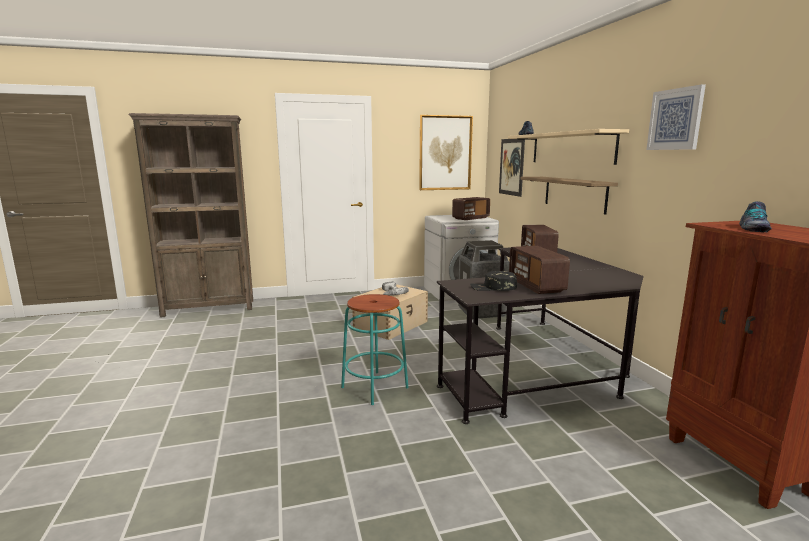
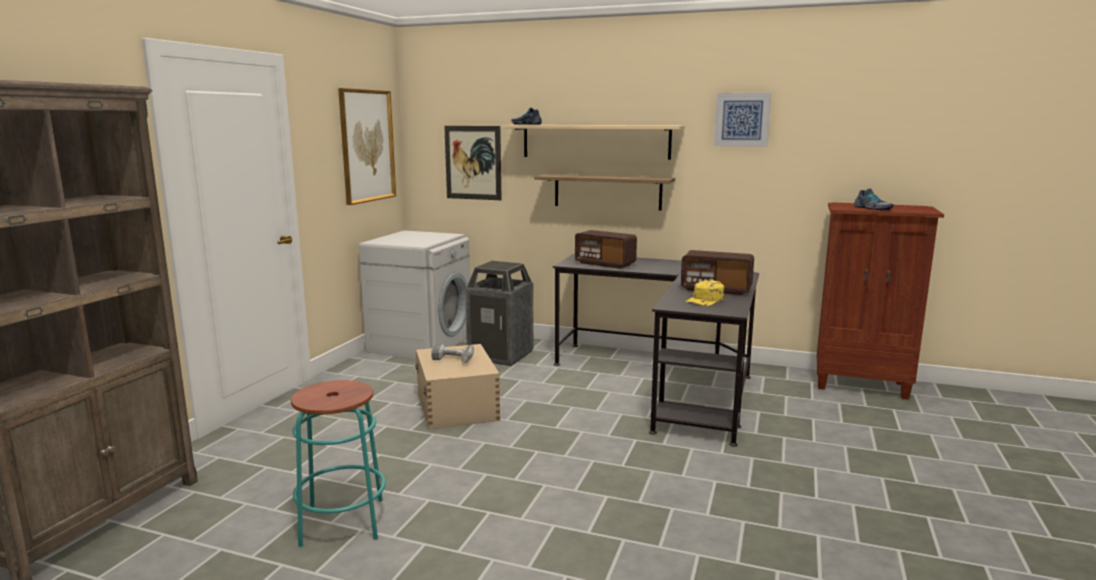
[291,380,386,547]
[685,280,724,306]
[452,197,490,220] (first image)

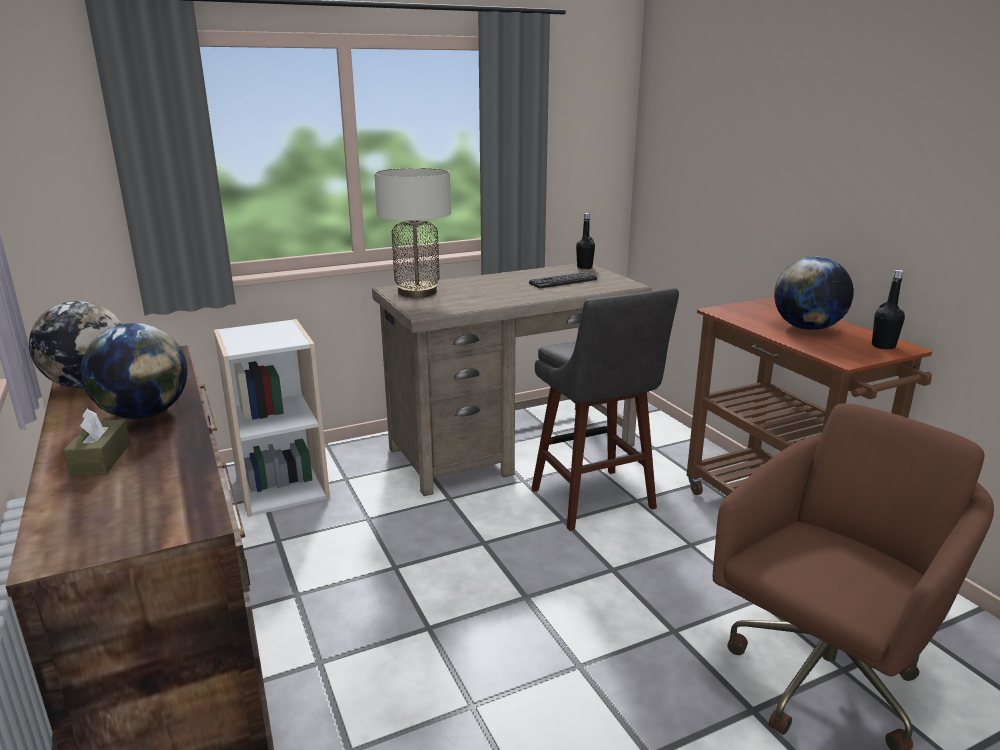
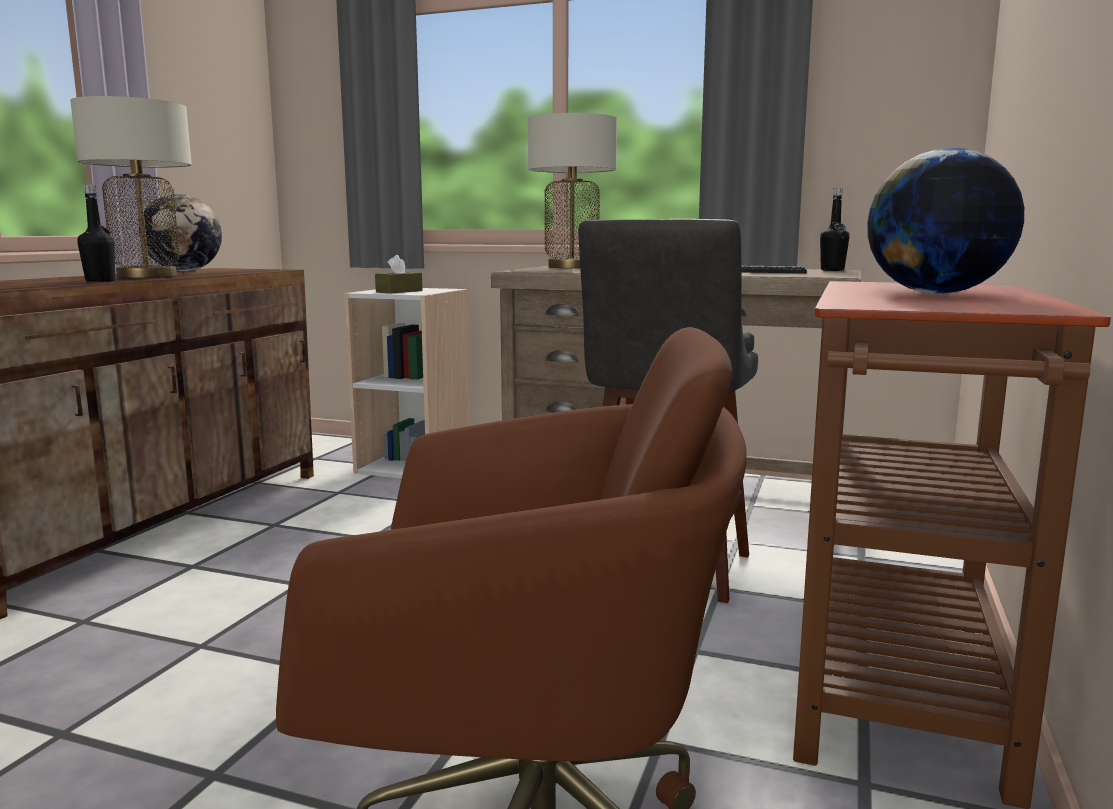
[70,96,192,278]
[77,185,115,282]
[375,255,423,294]

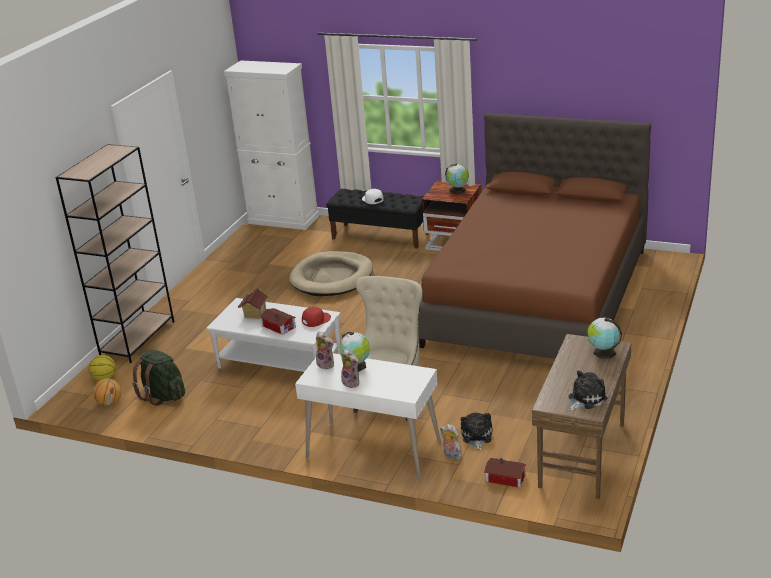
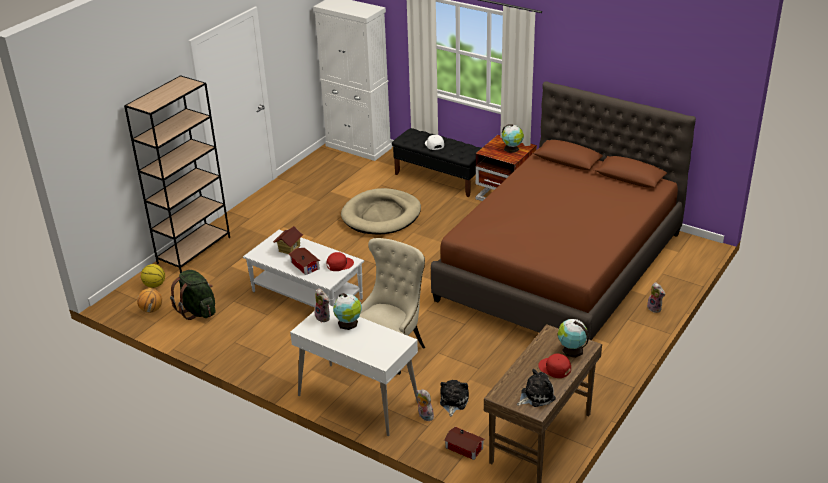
[538,354,571,378]
[647,282,665,313]

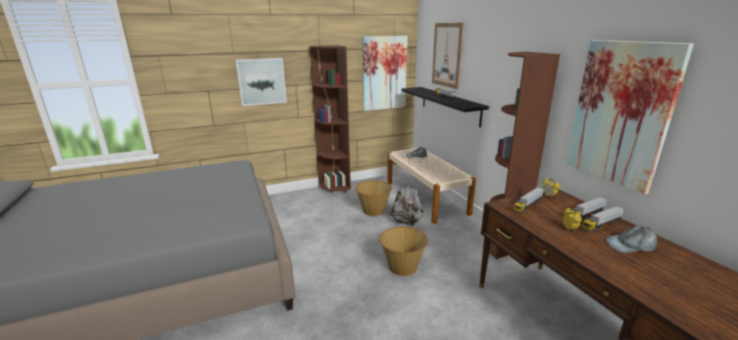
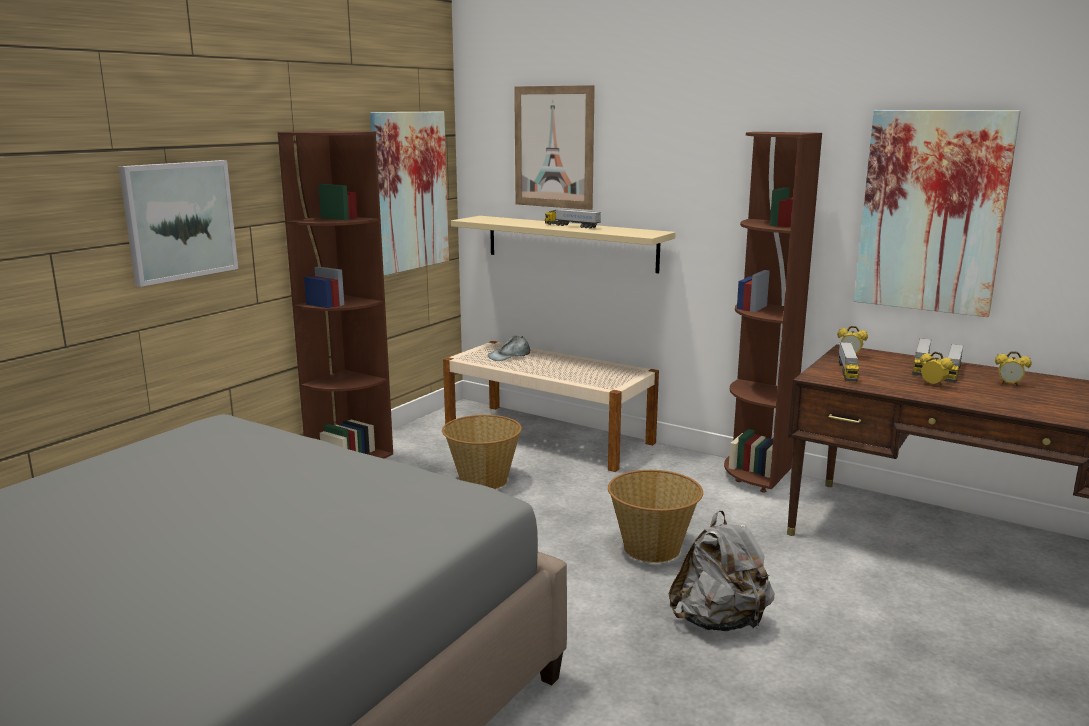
[451,216,676,273]
[669,510,774,631]
[995,351,1032,386]

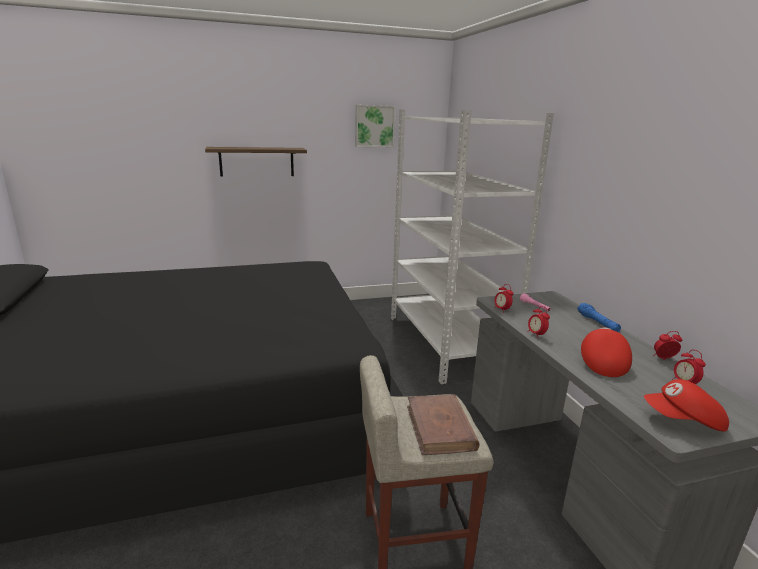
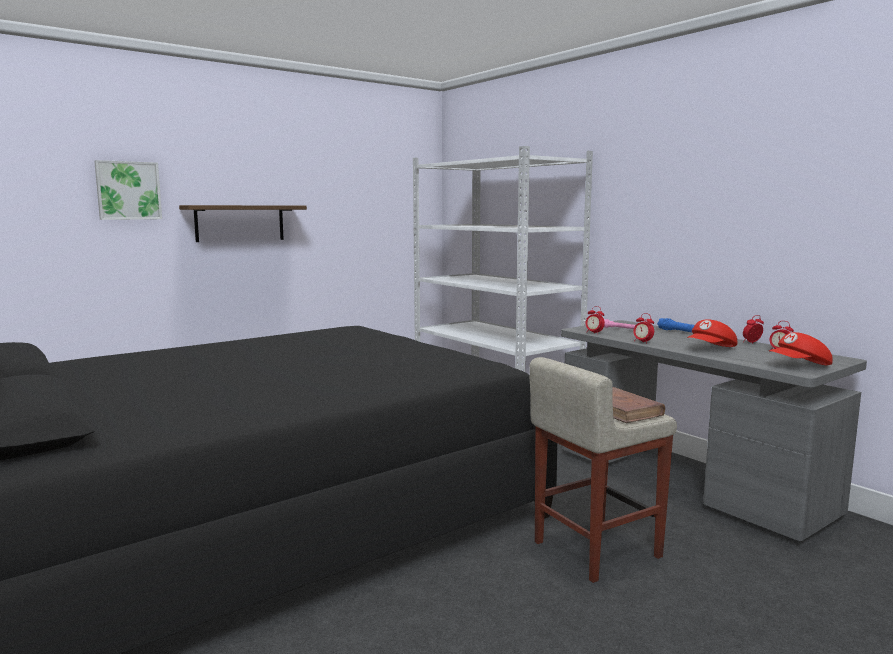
[94,160,162,220]
[687,319,737,347]

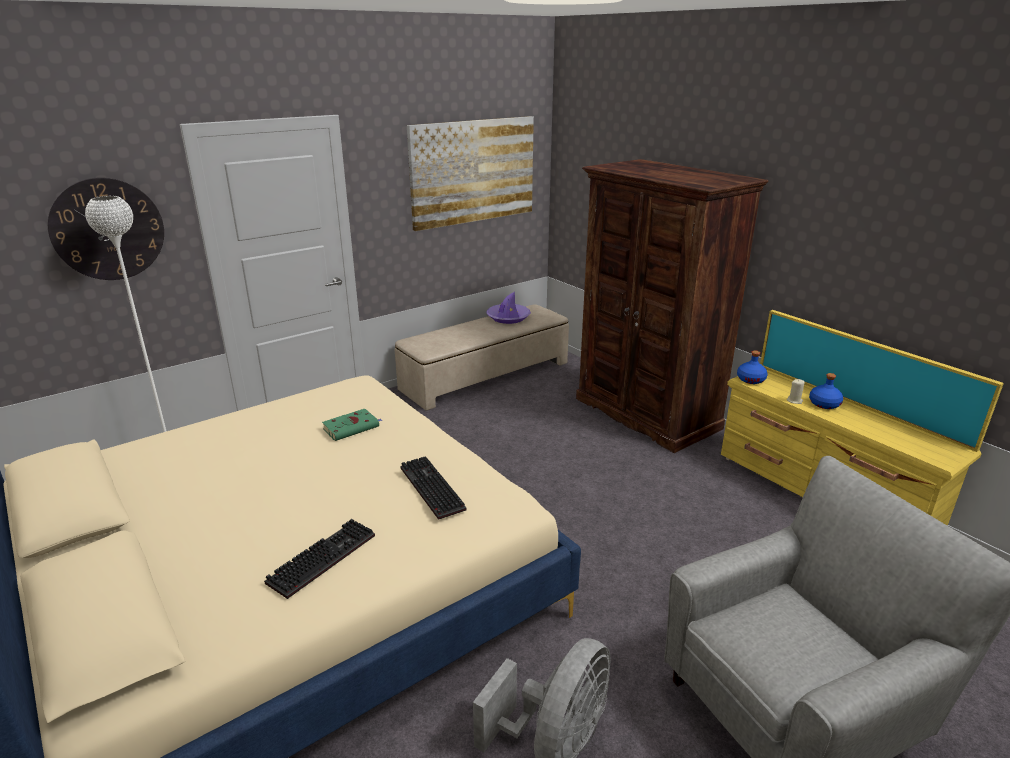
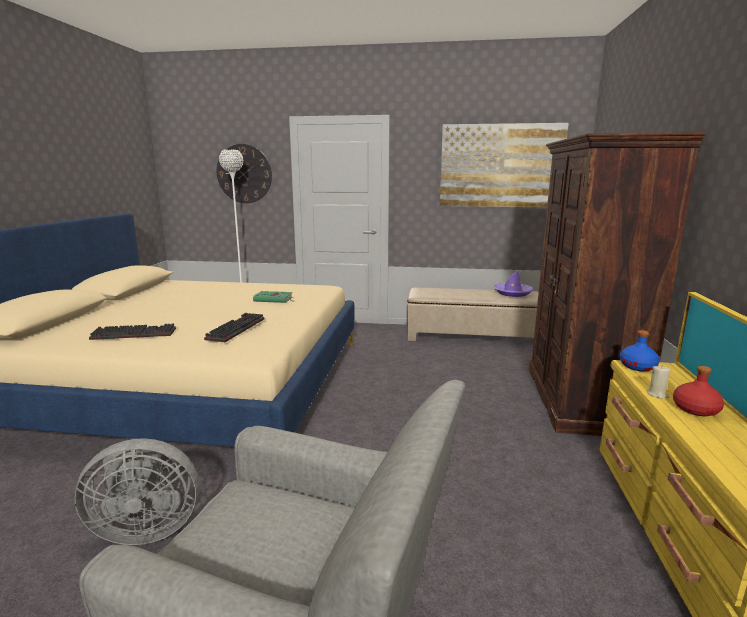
[673,366,724,416]

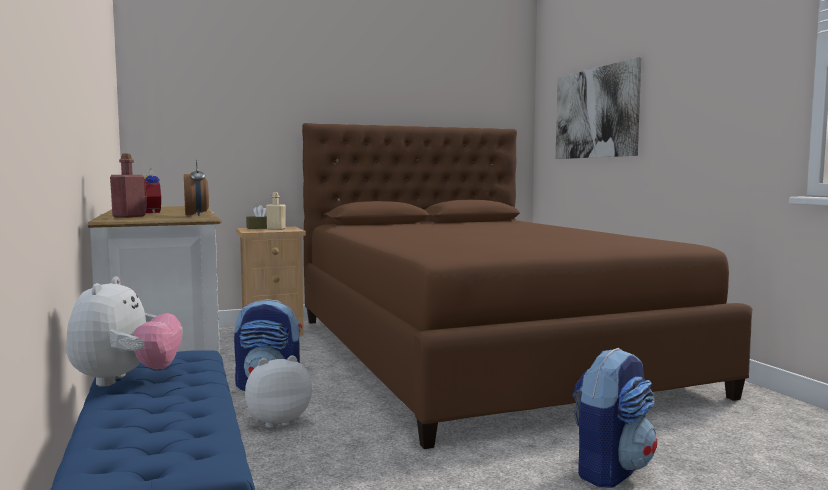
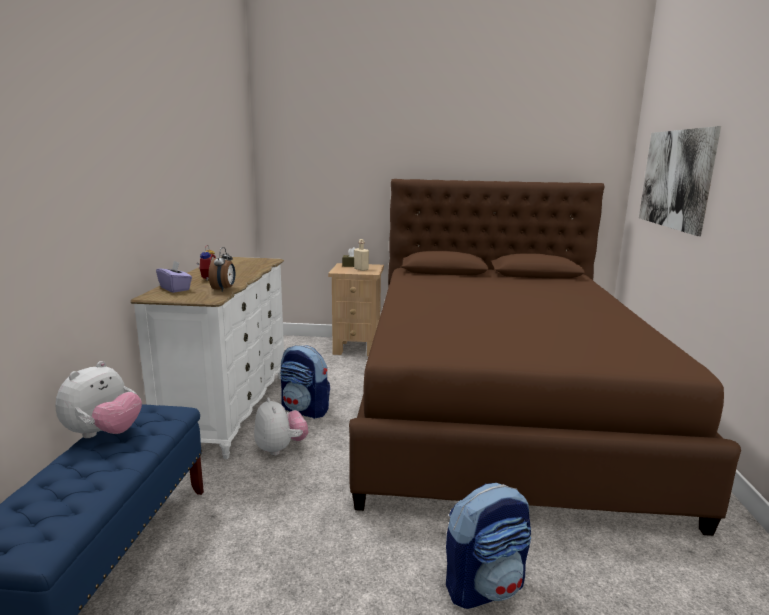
[156,261,192,293]
[254,397,309,456]

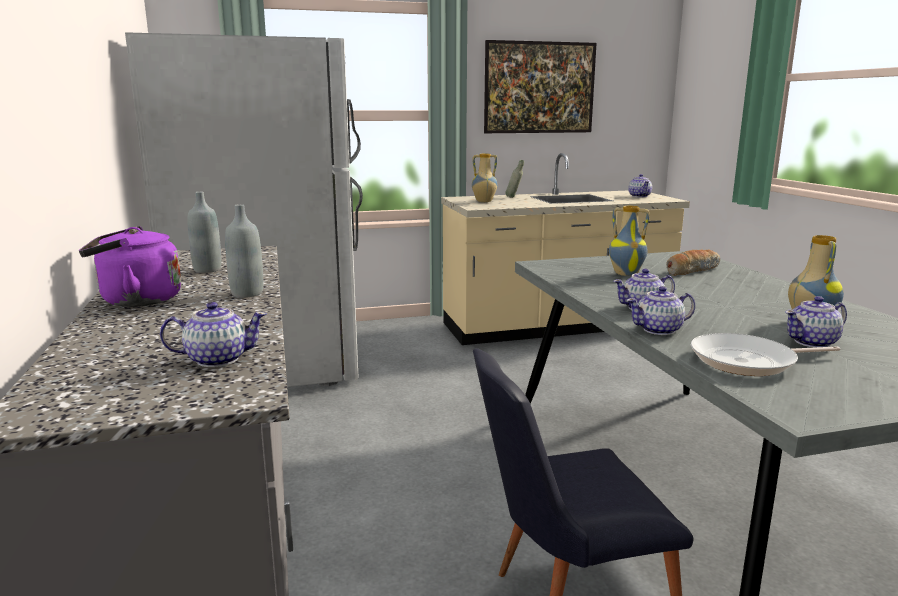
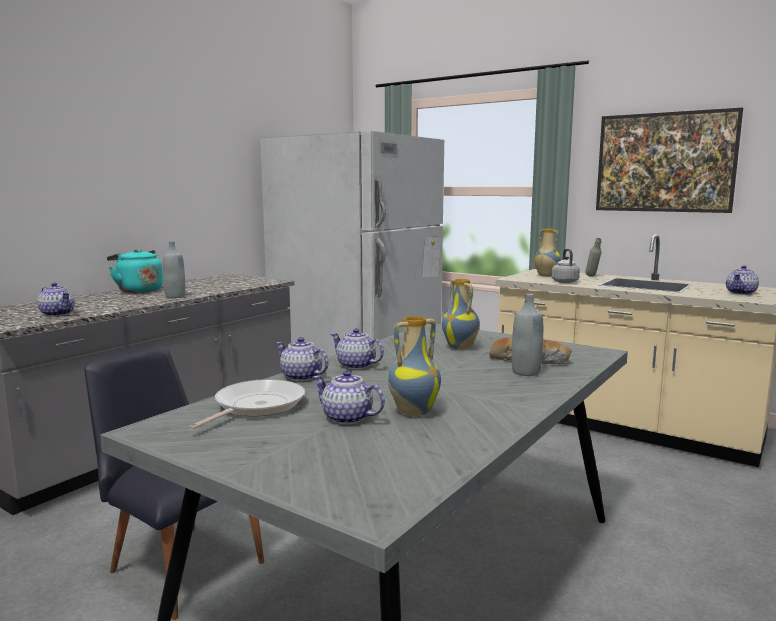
[107,249,163,293]
[189,379,305,430]
[512,294,543,376]
[552,249,580,283]

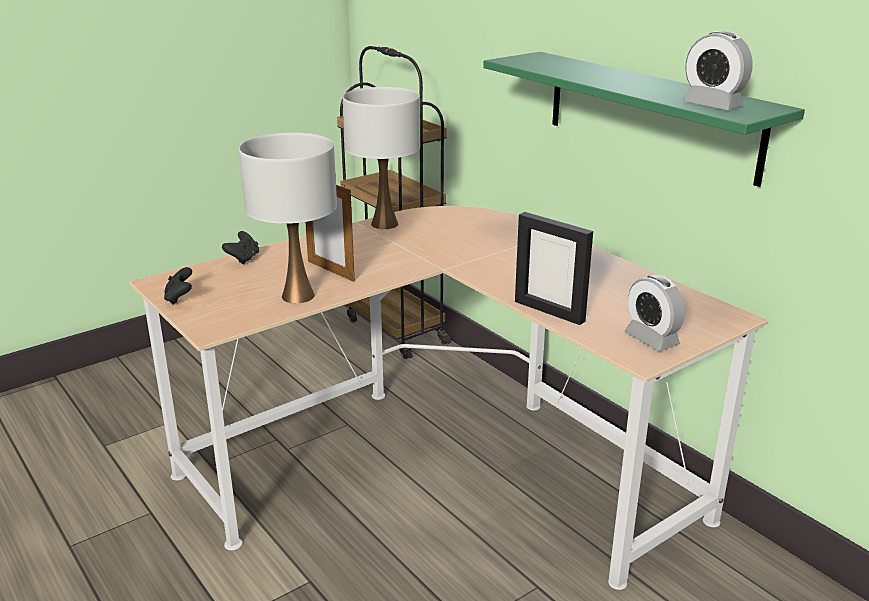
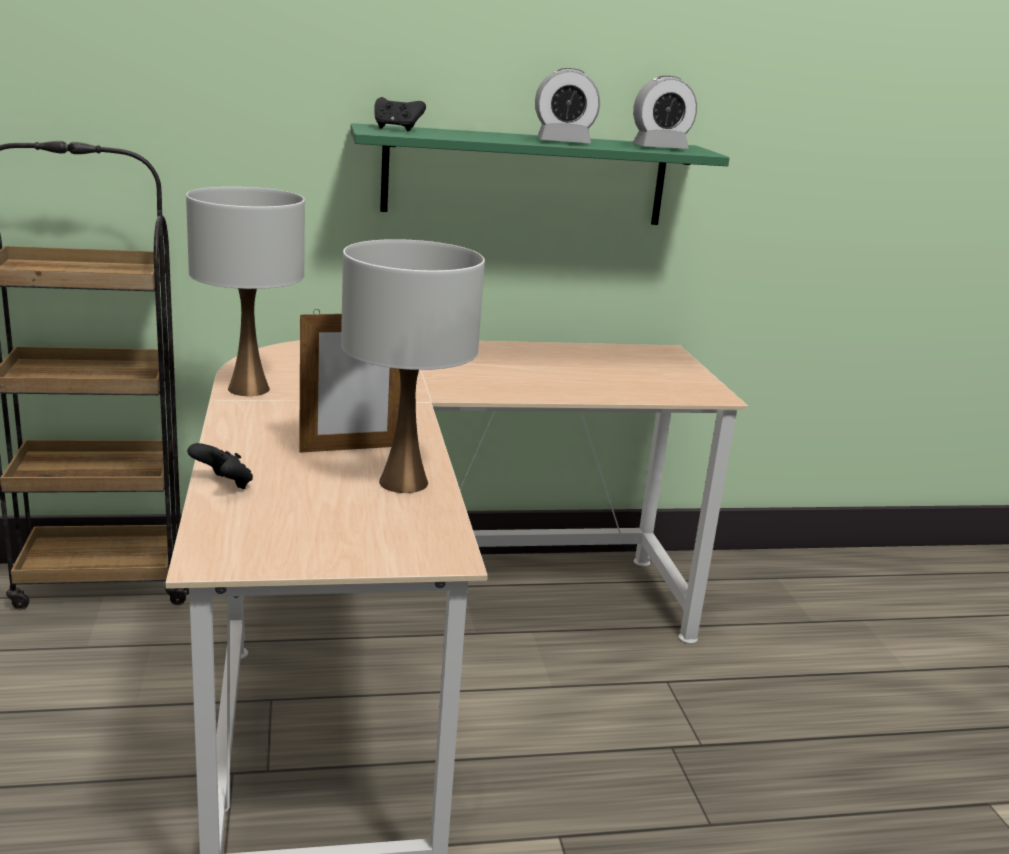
[374,97,426,131]
[535,68,600,143]
[515,212,593,325] (first image)

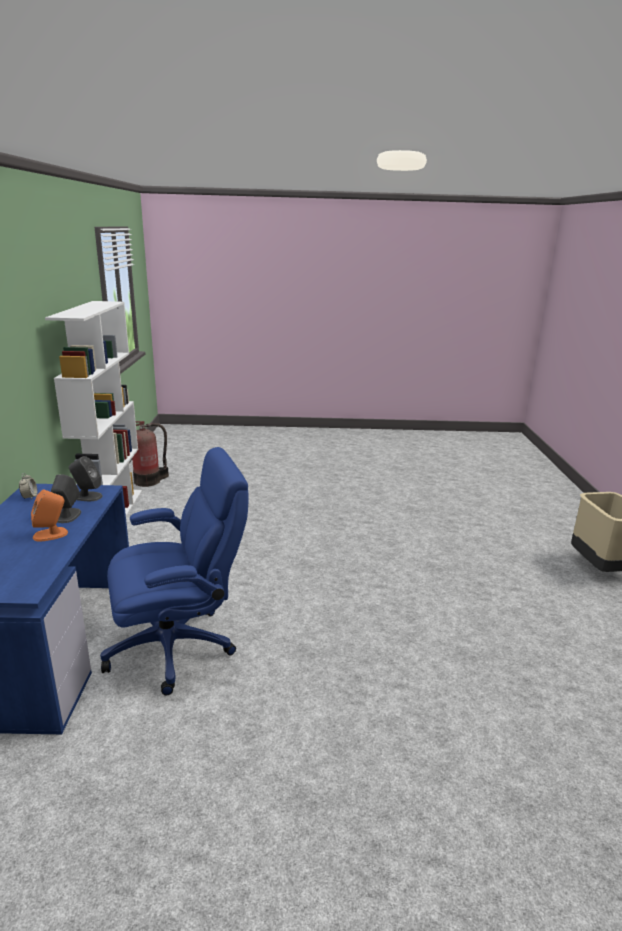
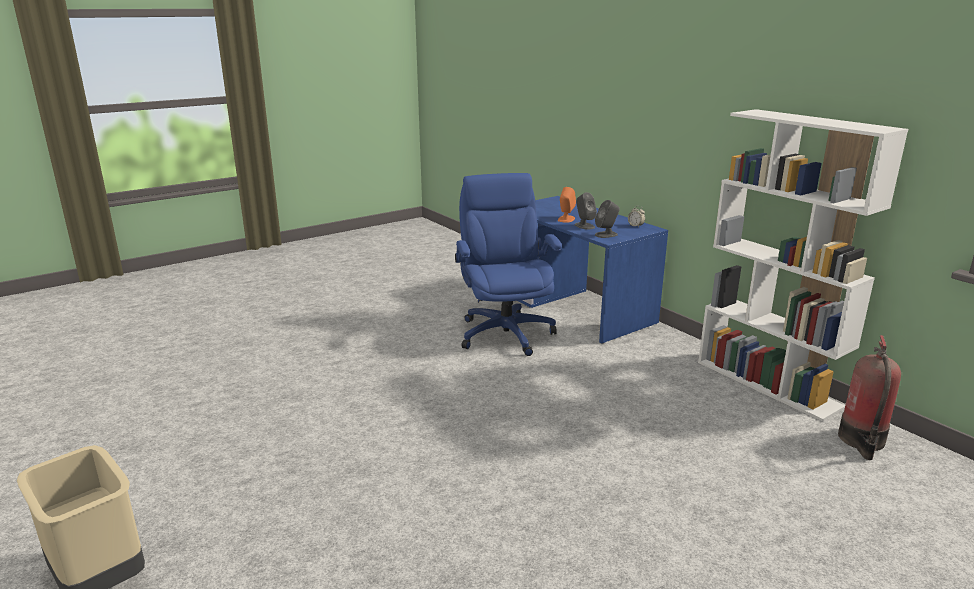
[455,173,562,356]

